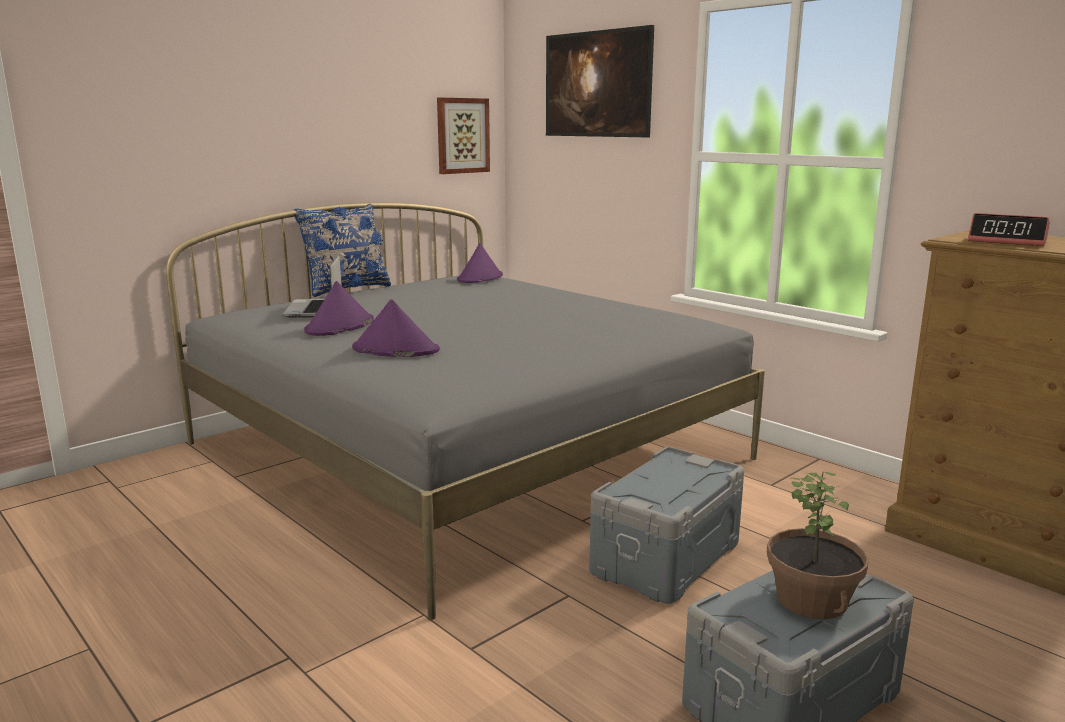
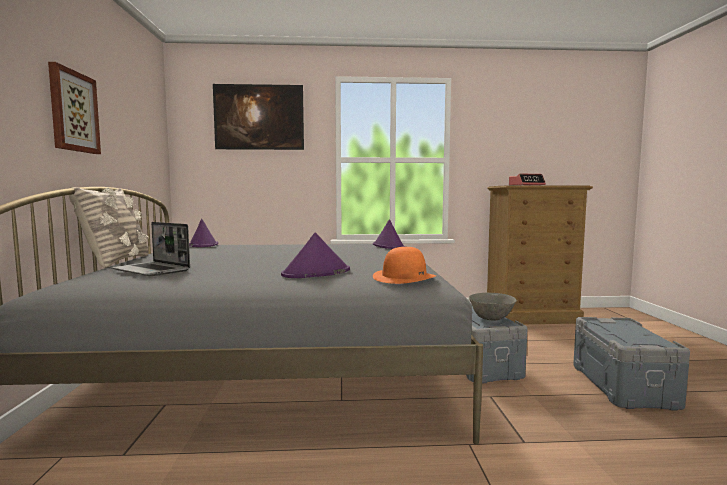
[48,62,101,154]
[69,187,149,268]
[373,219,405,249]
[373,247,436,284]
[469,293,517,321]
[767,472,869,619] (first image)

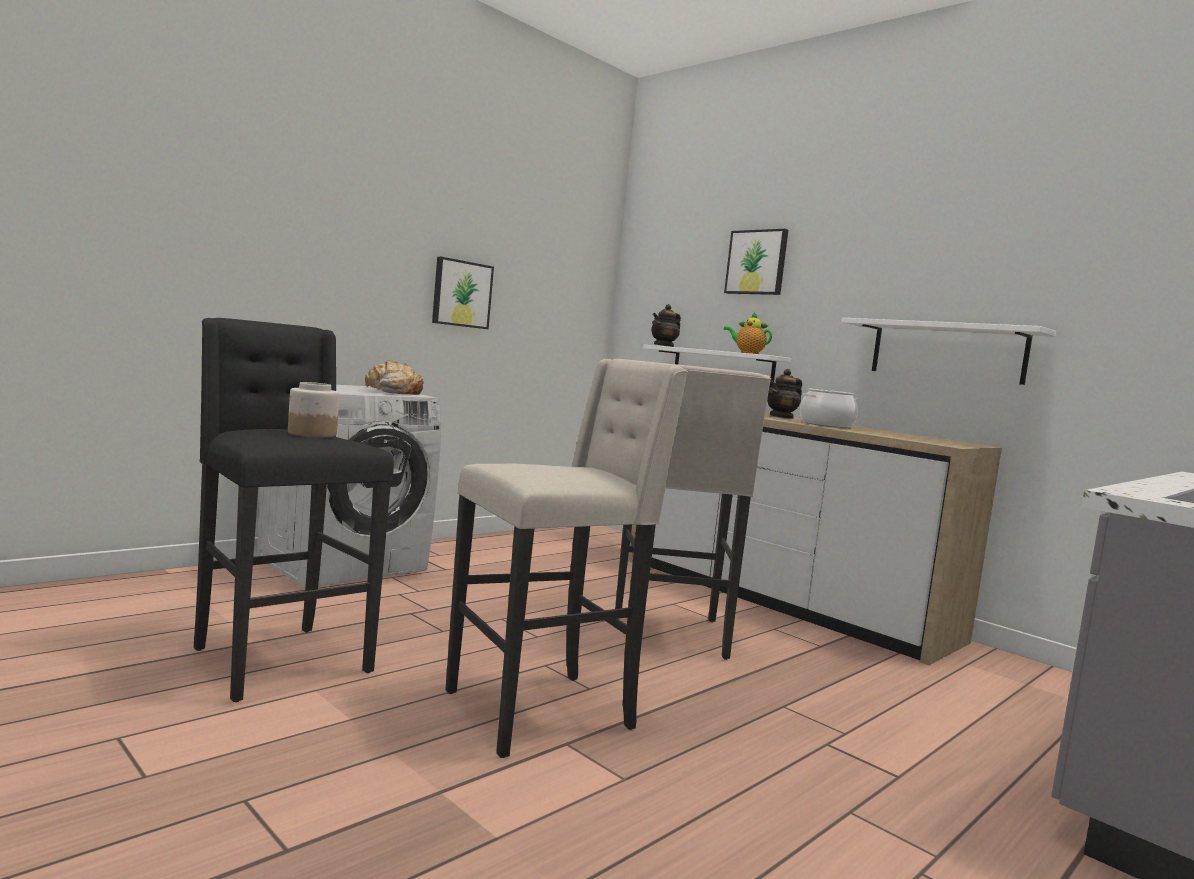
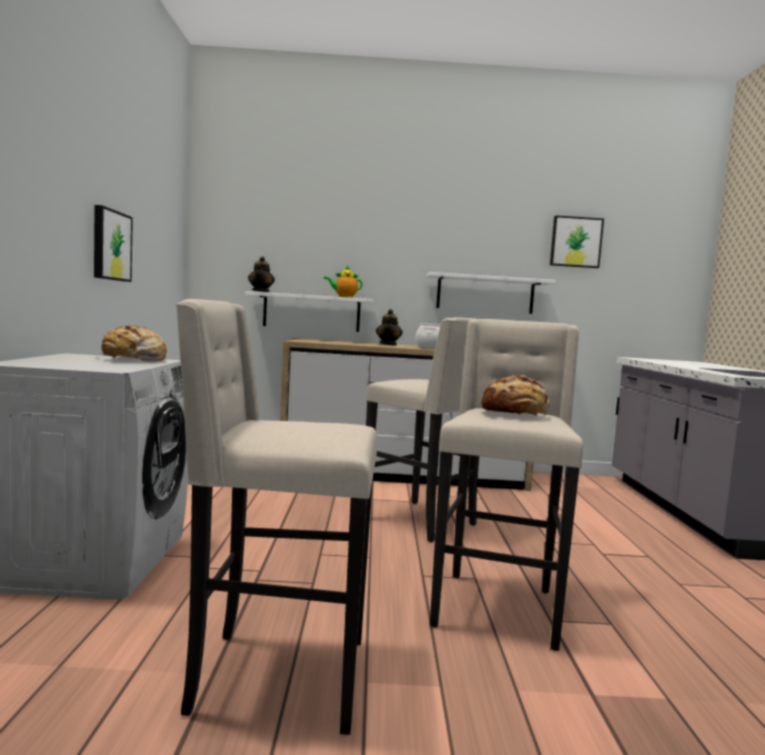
[176,299,377,735]
[481,375,550,416]
[550,216,604,268]
[288,382,339,437] (first image)

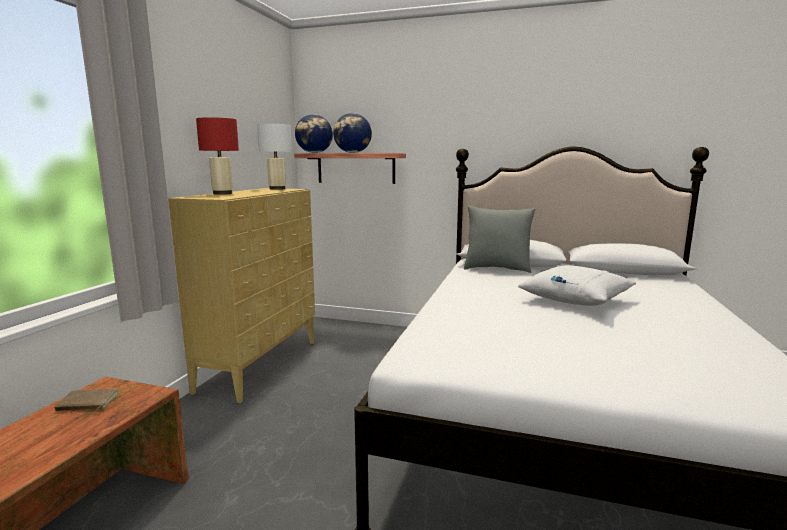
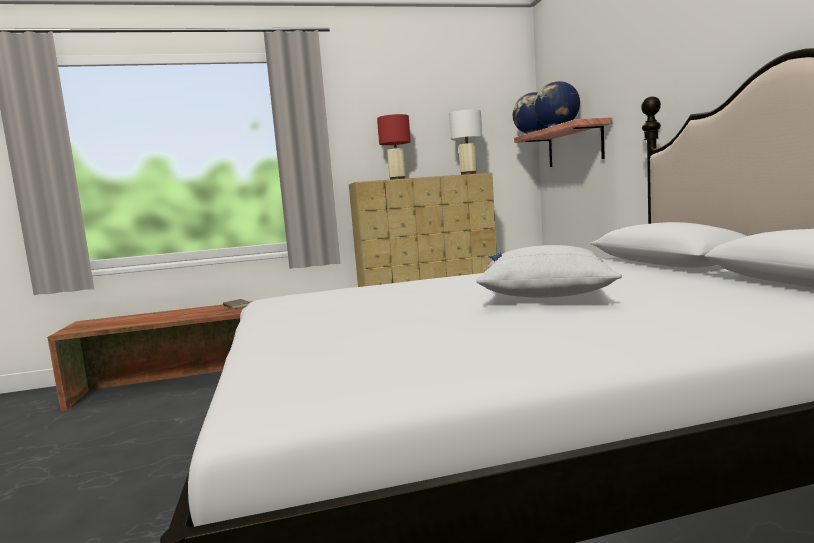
[464,206,536,273] (first image)

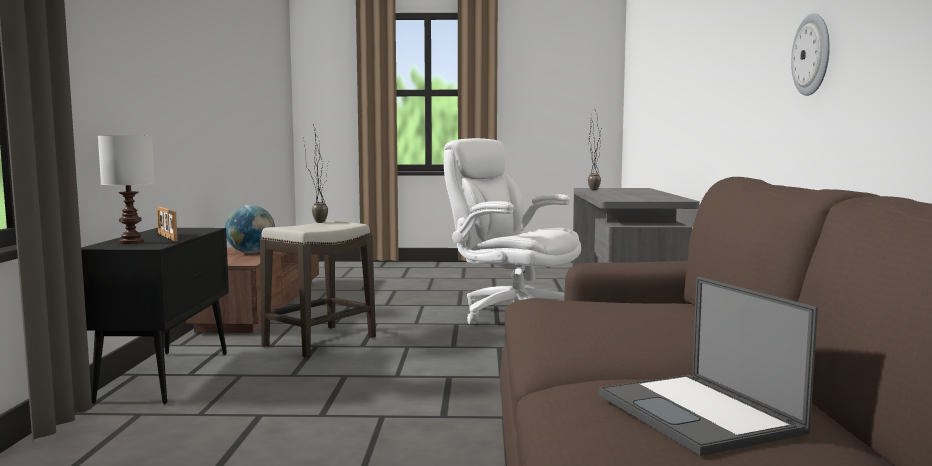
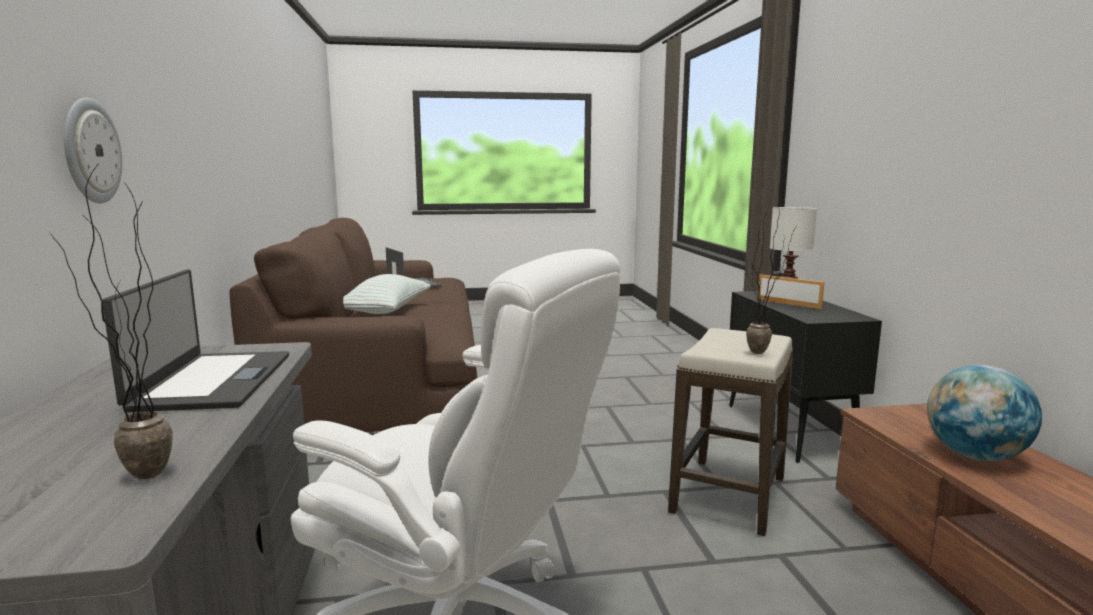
[64,98,122,204]
[103,269,289,412]
[343,274,431,314]

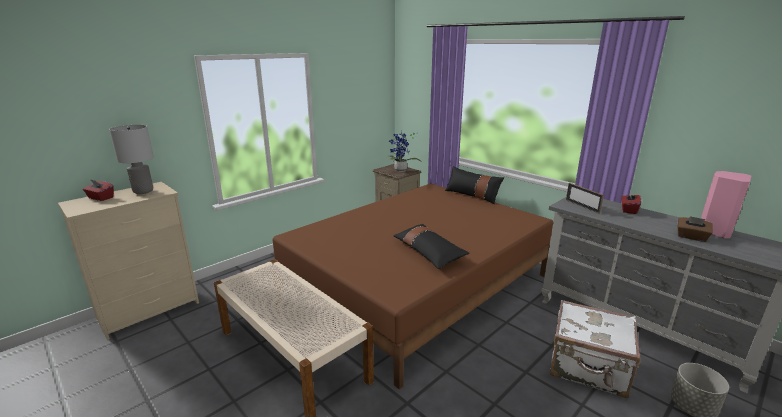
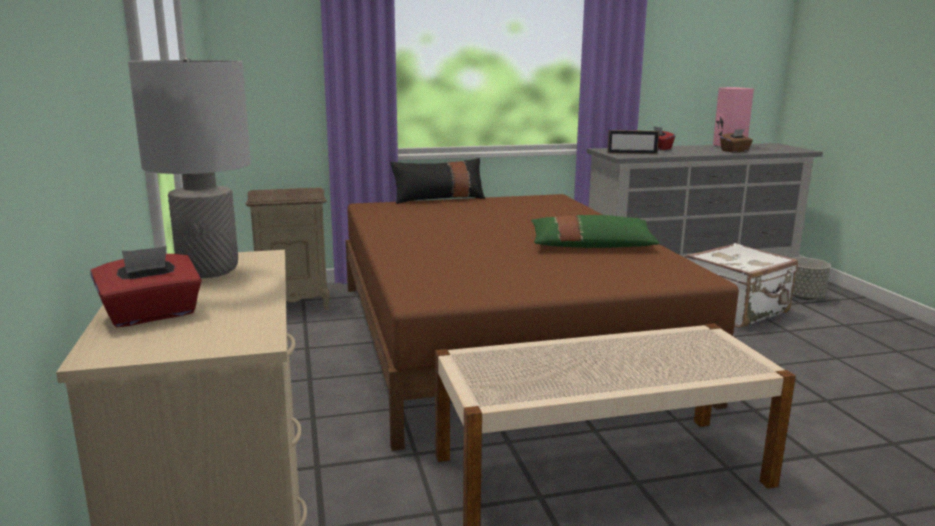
[531,215,660,248]
[387,132,422,172] (first image)

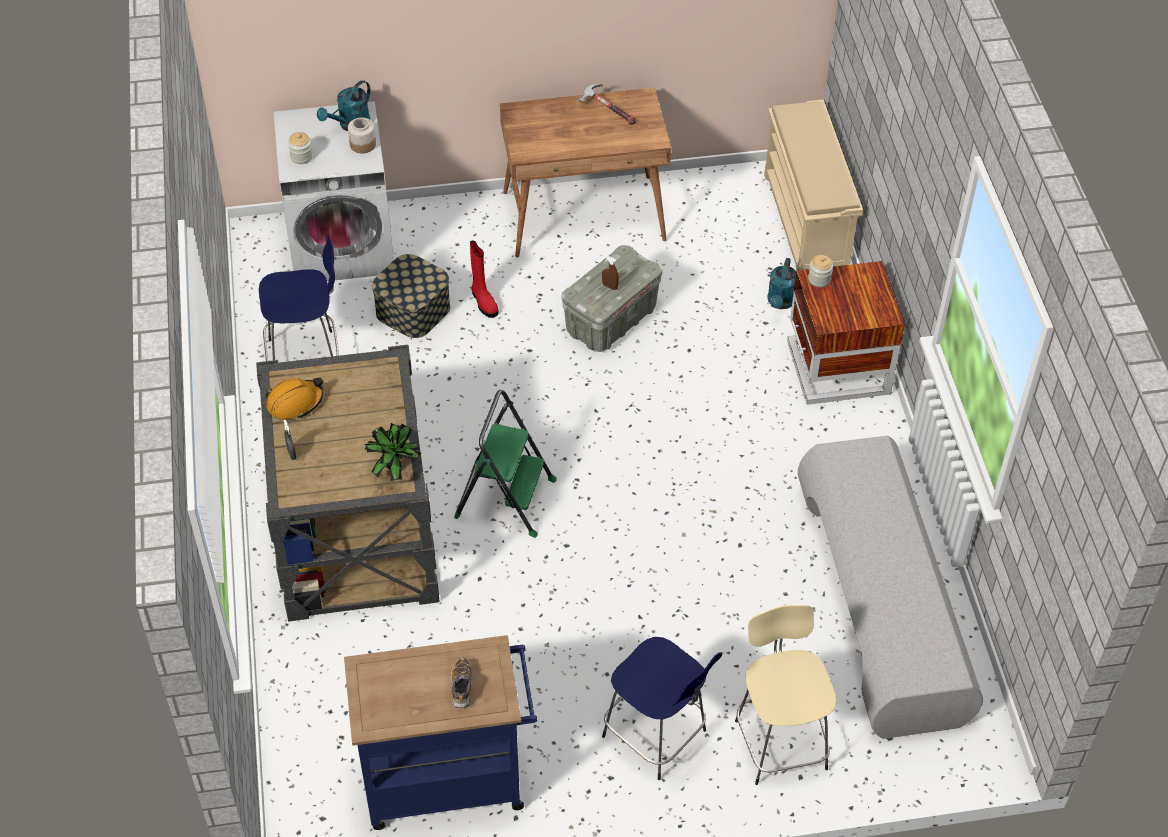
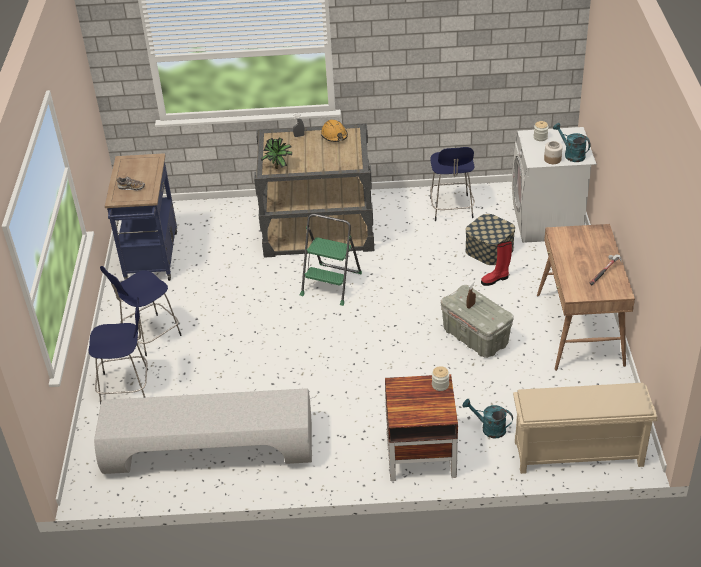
[89,297,148,405]

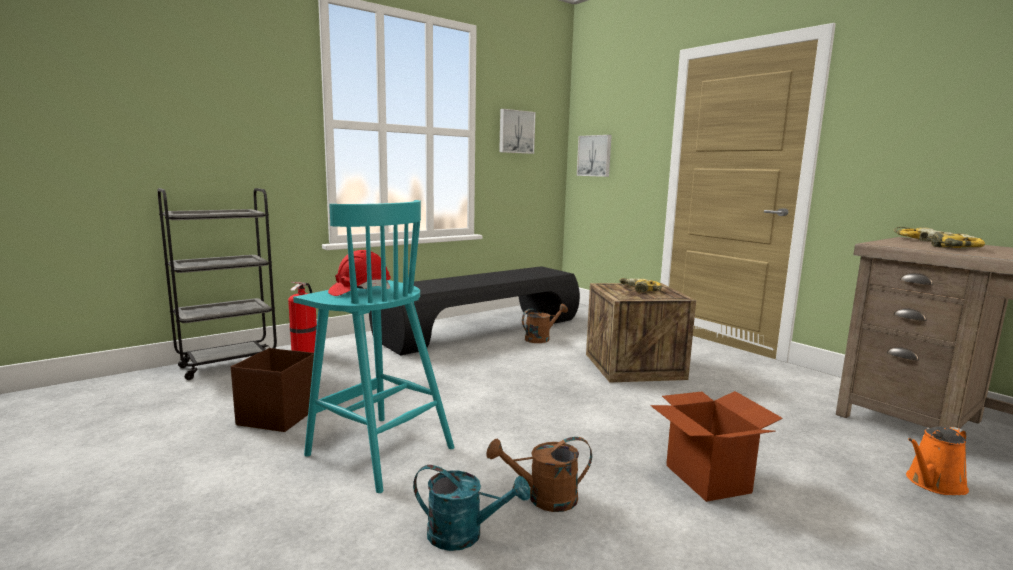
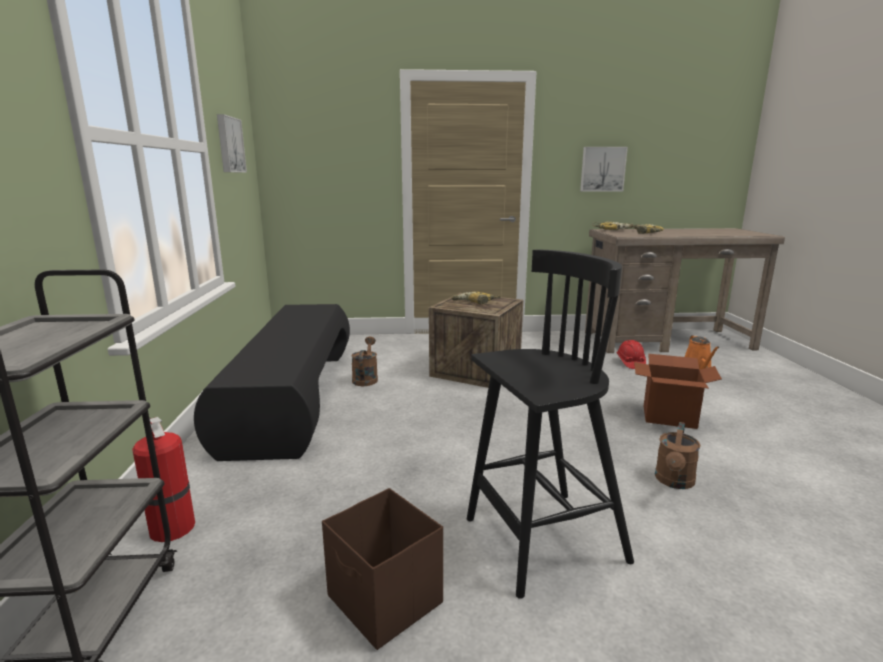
[467,250,634,599]
[580,147,628,191]
[617,340,646,369]
[413,465,530,551] (first image)

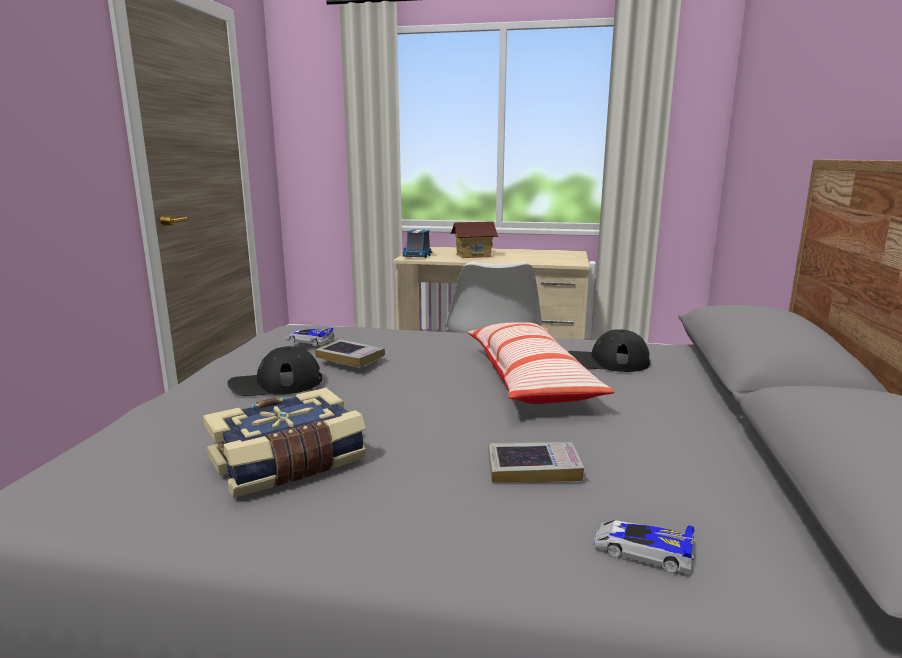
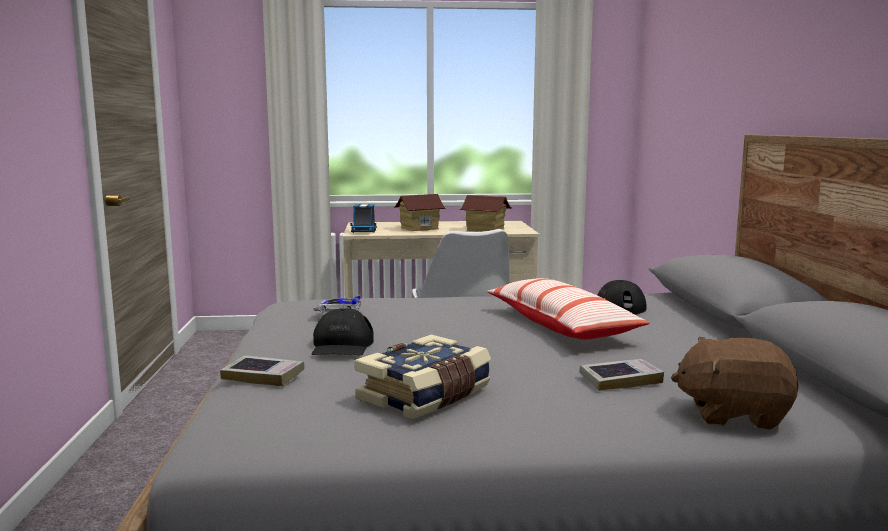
[220,355,305,386]
[312,308,374,355]
[459,195,512,232]
[671,337,798,430]

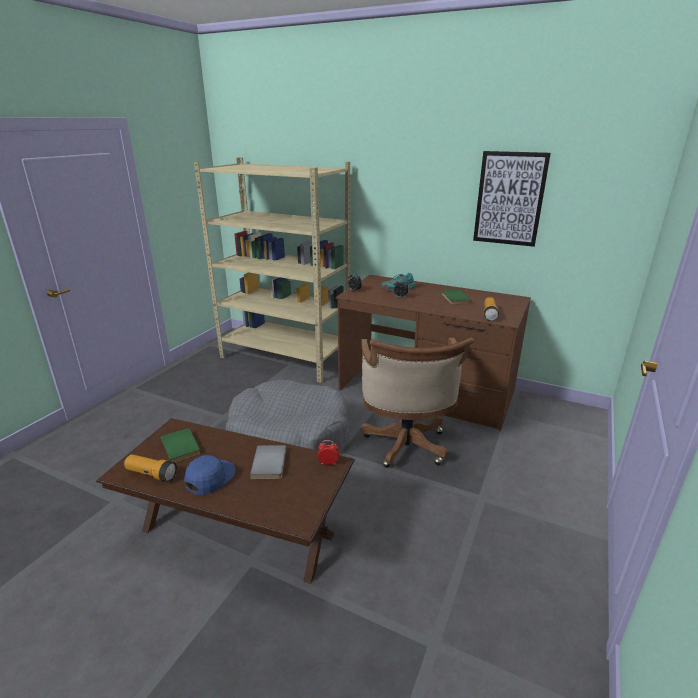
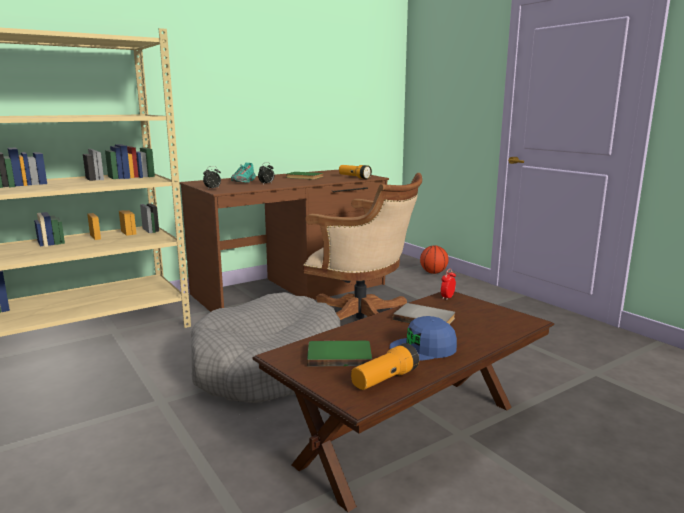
[390,316,457,361]
[420,245,448,274]
[473,151,551,247] (first image)

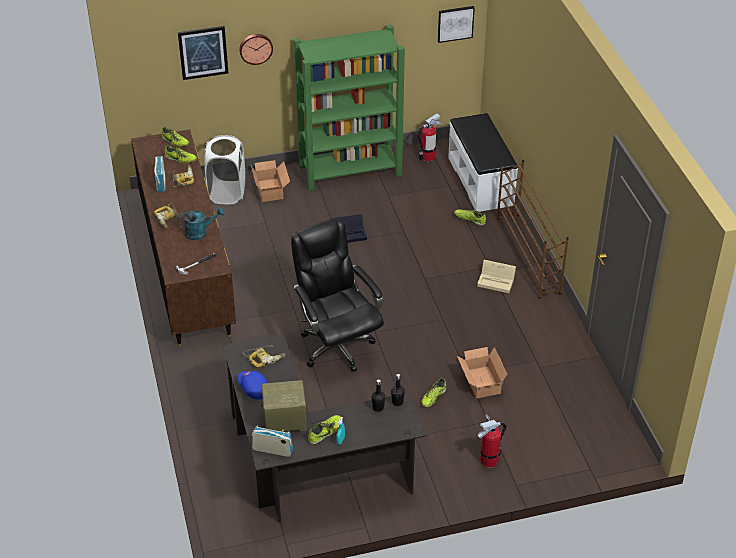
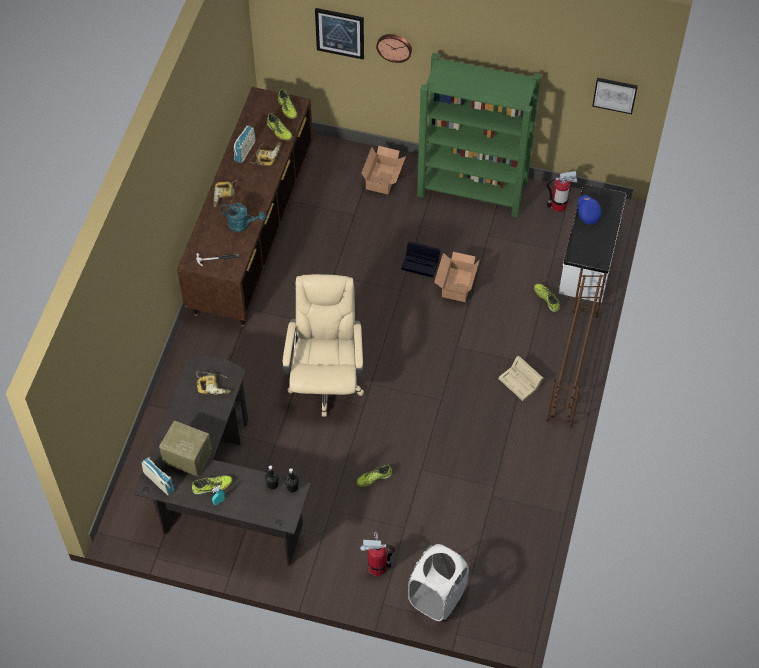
[283,274,364,417]
[408,544,469,621]
[434,252,479,302]
[578,195,601,225]

